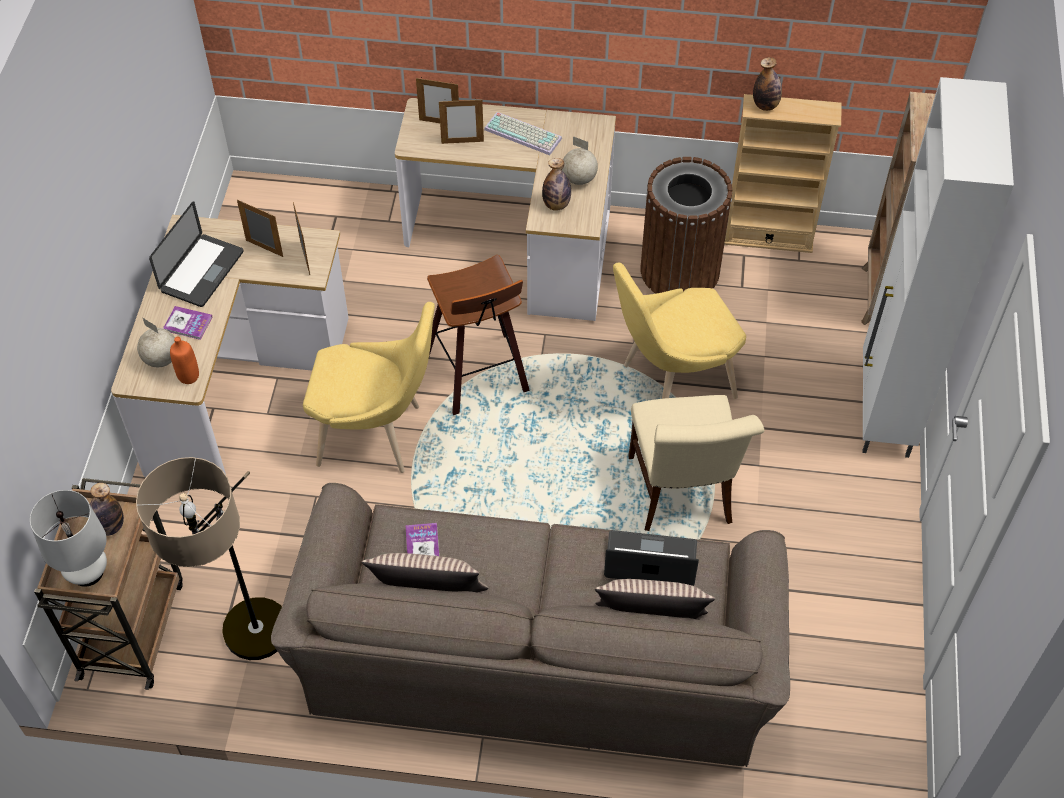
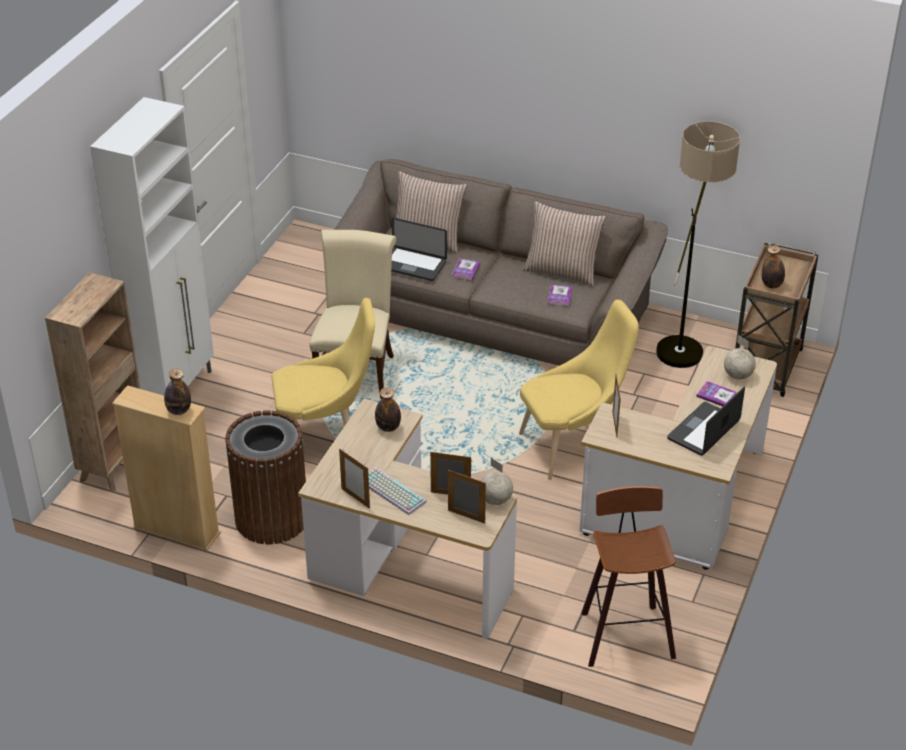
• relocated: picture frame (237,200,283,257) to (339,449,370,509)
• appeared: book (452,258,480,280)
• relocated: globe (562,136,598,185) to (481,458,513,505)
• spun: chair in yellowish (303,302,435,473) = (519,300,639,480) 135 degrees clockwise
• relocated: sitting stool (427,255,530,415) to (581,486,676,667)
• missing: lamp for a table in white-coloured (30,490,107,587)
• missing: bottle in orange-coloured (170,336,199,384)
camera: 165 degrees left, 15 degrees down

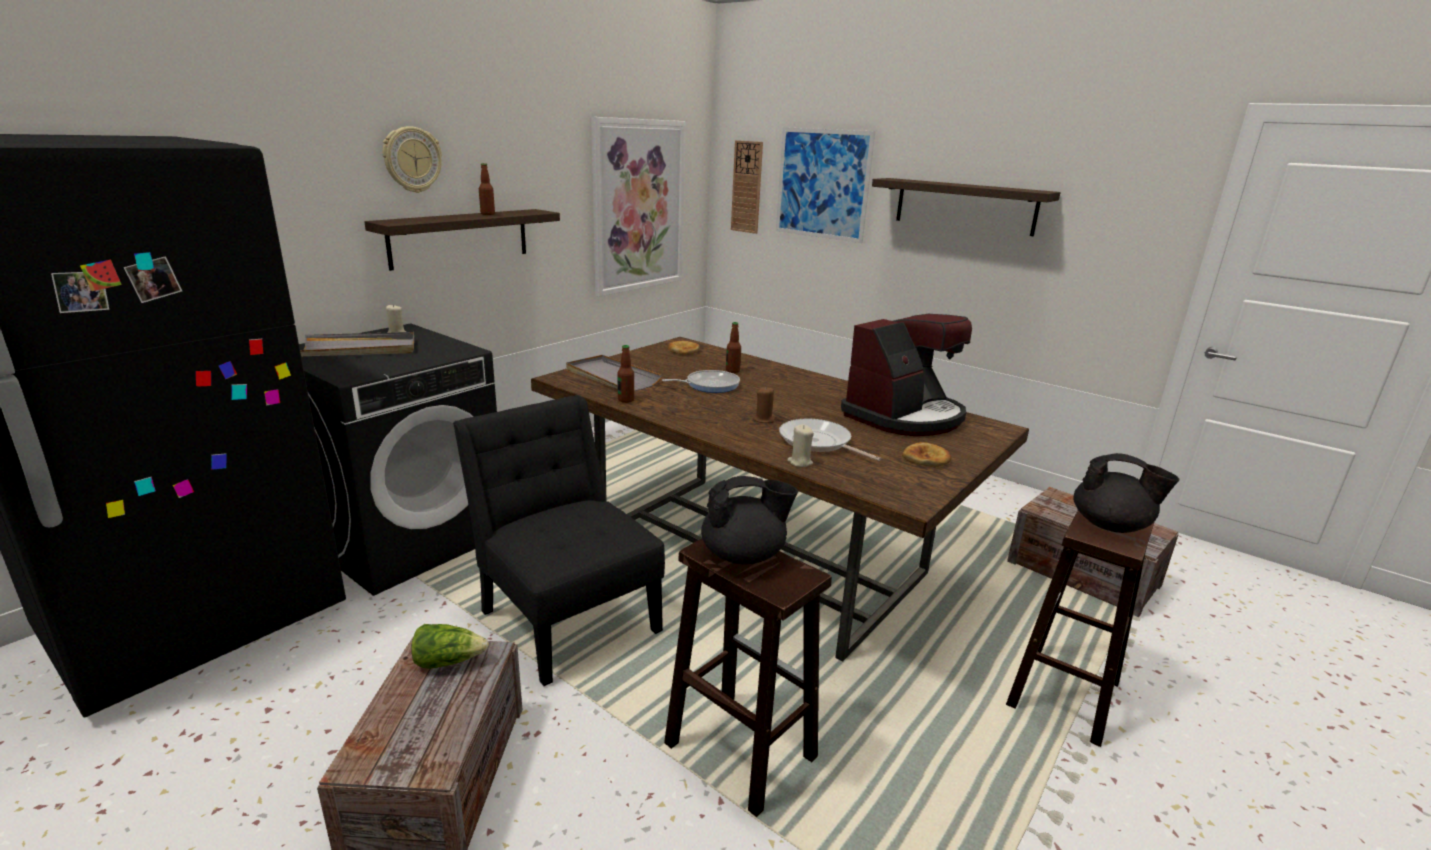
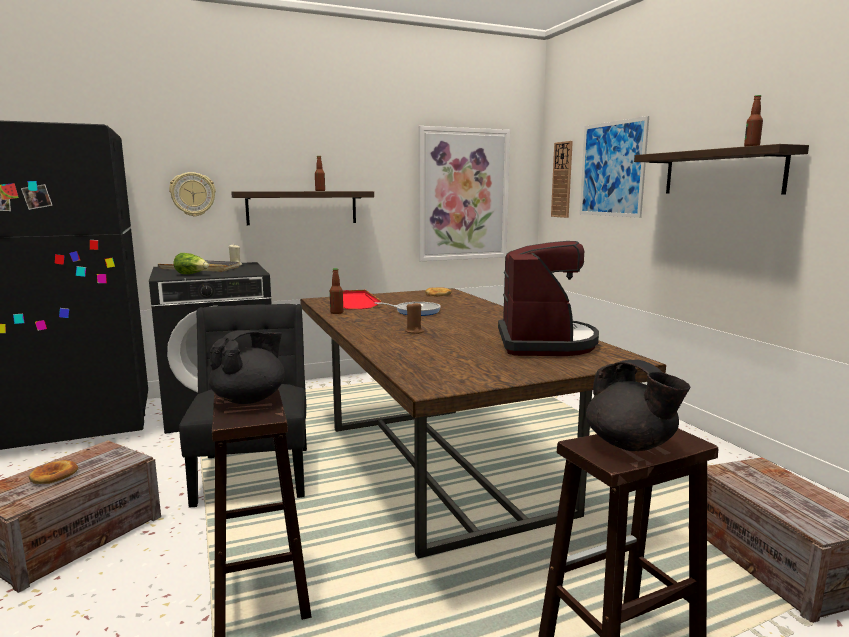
• relocated: bread (902,442,951,467) to (29,460,78,484)
• relocated: clock on the wall (382,126,442,193) to (169,172,216,217)
• relocated: head of lettuce (411,624,489,669) to (173,253,209,274)
• spun: teapot in blackish (701,476,798,564) = (209,330,285,404) 75 degrees counterclockwise
• colour: tray in grey (566,355,662,391) to tray in reddish (343,290,381,309)
• spun: coffee maker (841,314,972,436) = (498,241,599,356) 75 degrees counterclockwise
• relocated: bottle (726,322,741,373) to (744,95,763,146)
• missing: frying pan (779,419,881,461)
• missing: wax candle in beige (787,424,814,467)
camera: 30 degrees right, 10 degrees down

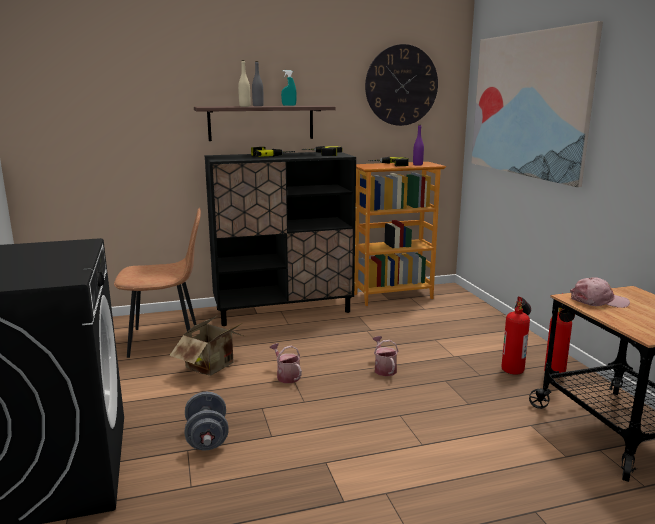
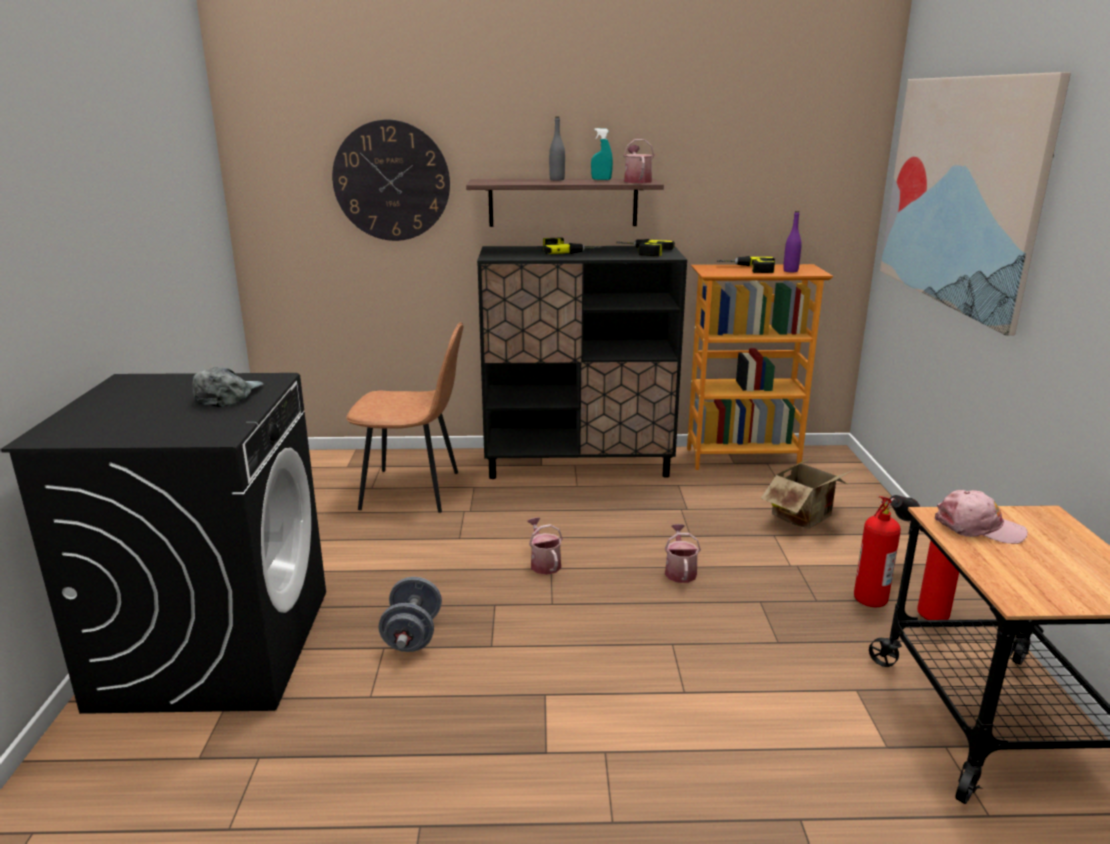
• appeared: peaked cap in grey (192,367,264,407)
• relocated: clock on the wall (365,44,438,126) to (332,120,450,241)
• appeared: sprinkling can (624,139,654,183)
• relocated: carton (169,315,243,376) to (761,456,857,529)
• missing: bottle in beige (238,60,250,107)
camera: 15 degrees right, 5 degrees up

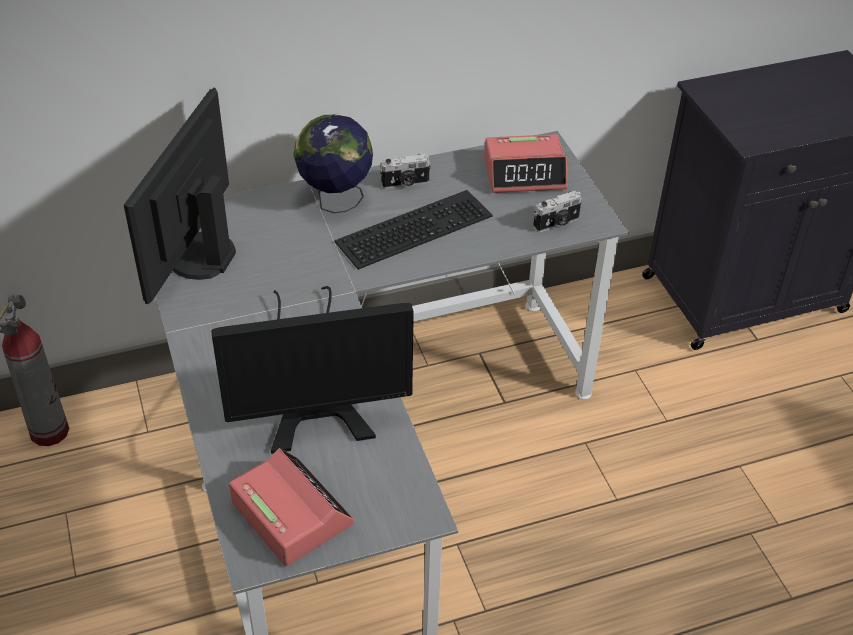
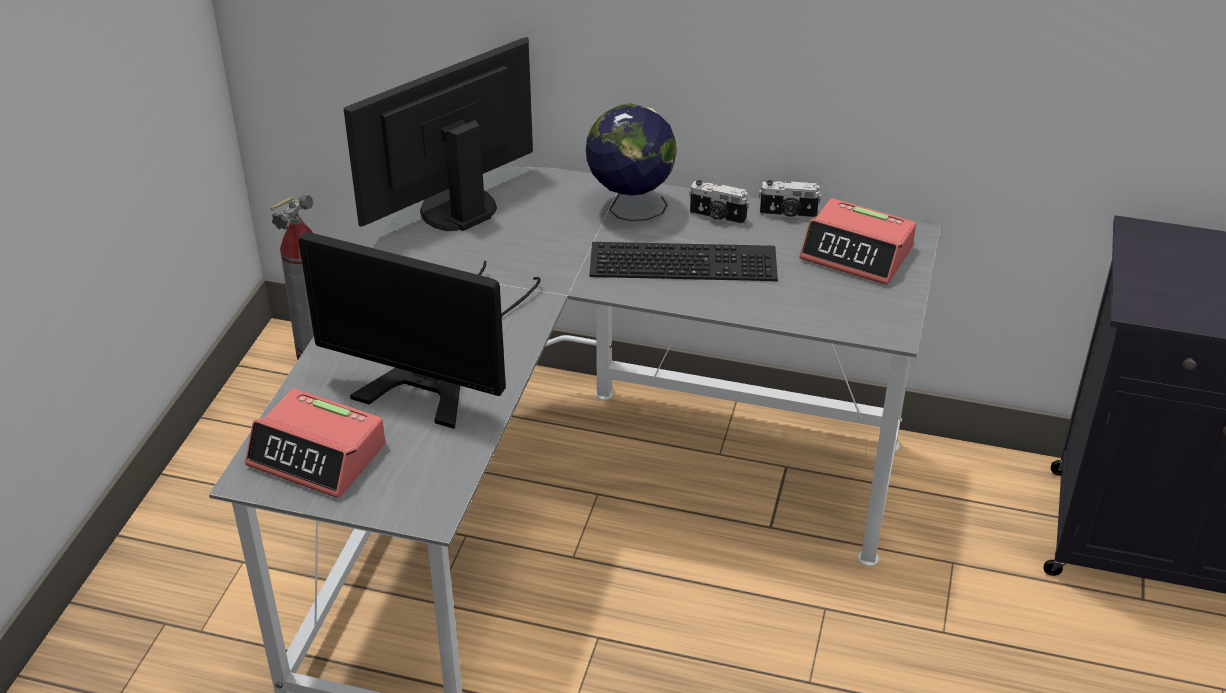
• spun: bedside clock (229,448,355,566) = (245,388,386,498) 120 degrees clockwise
• relocated: photo camera (533,191,582,232) to (759,180,822,219)
camera: 35 degrees right, 5 degrees down

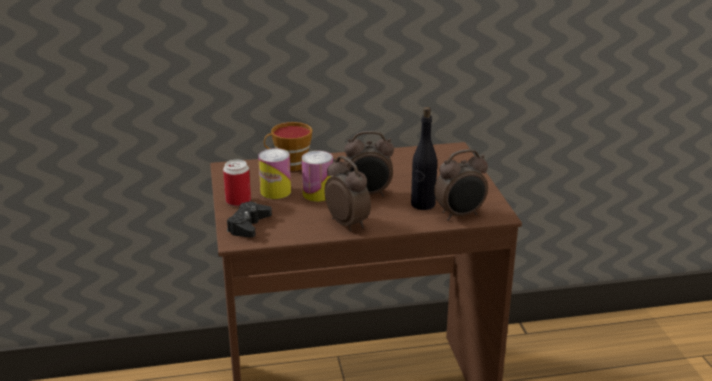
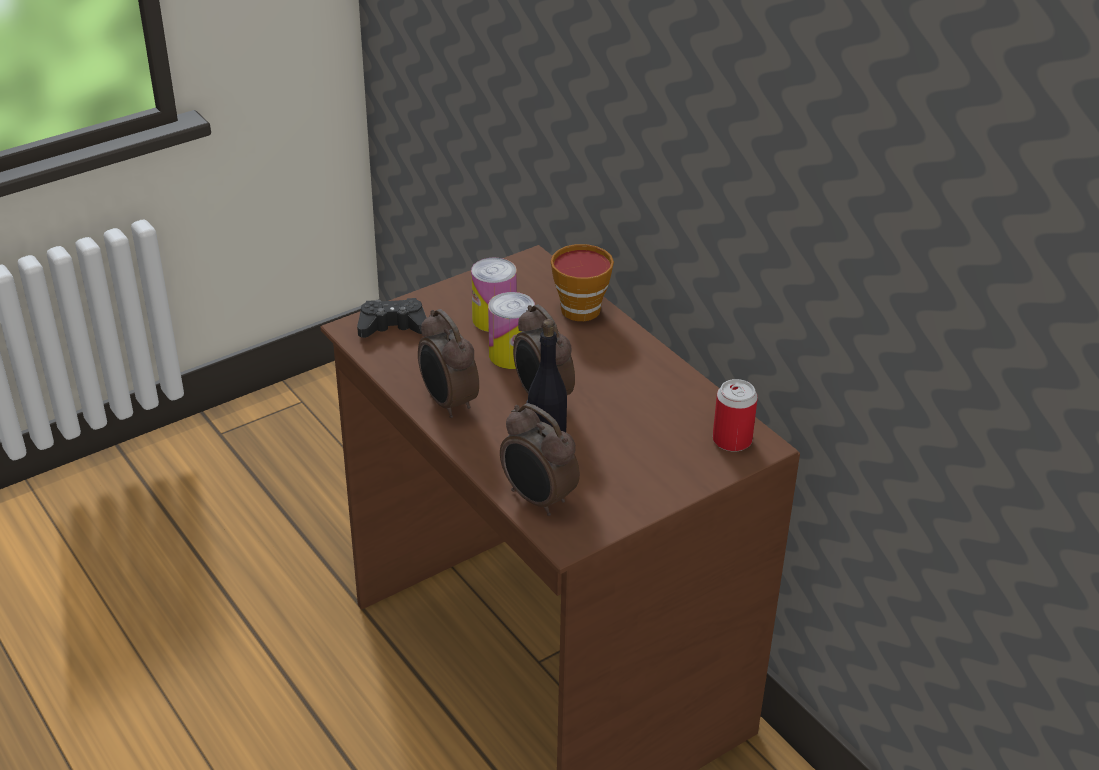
• spun: bedside clock (325,156,371,231) = (418,309,479,418) 120 degrees clockwise
• relocated: sealed can (223,160,251,206) to (713,379,758,452)
camera: 65 degrees right, 10 degrees up

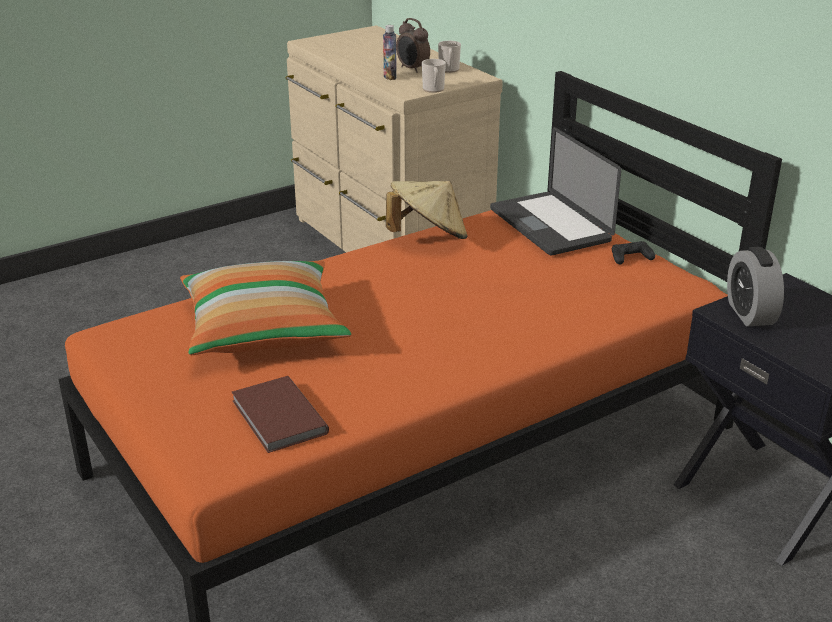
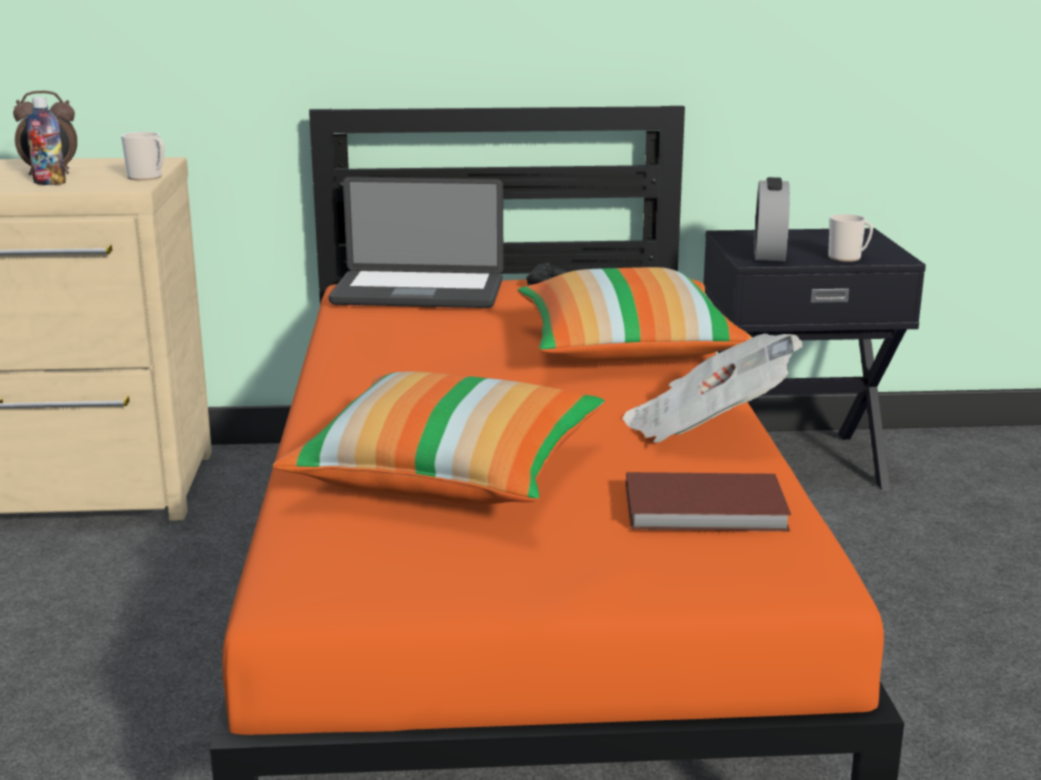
• appeared: throw pillow (518,267,752,362)
• appeared: printed paper (622,333,803,443)
• spun: bedside clock (727,247,784,326) = (754,177,790,262) 75 degrees clockwise
• relocated: coffee mug (438,41,461,73) to (828,214,873,262)
• missing: wearable hat in beige (386,181,468,239)
camera: 60 degrees left, 10 degrees down

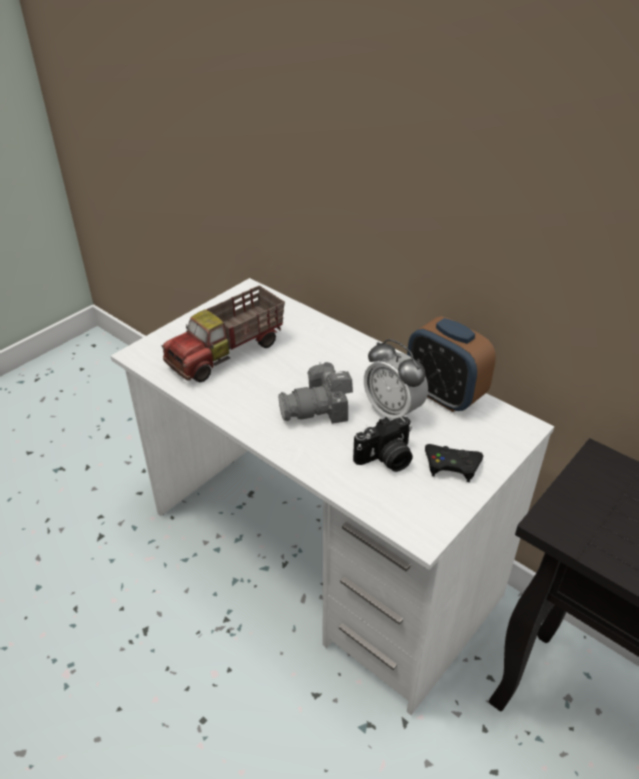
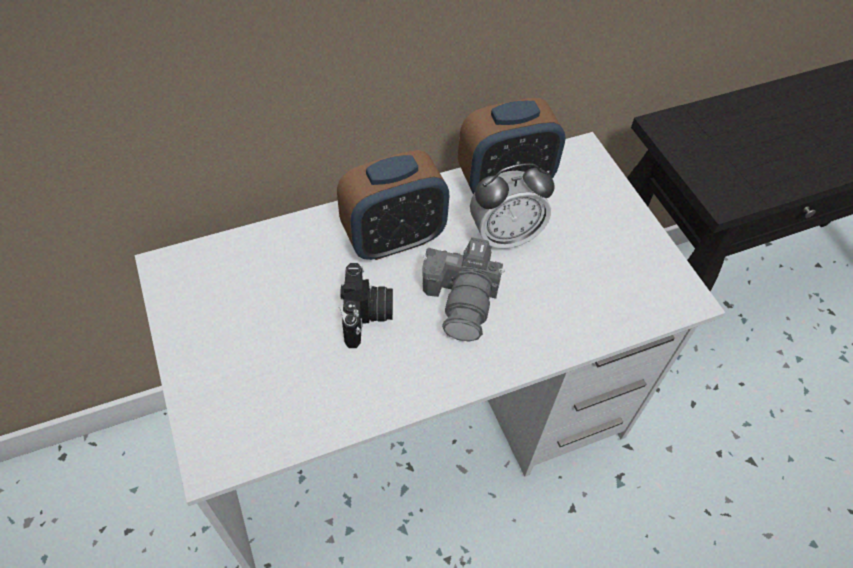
• appeared: bedside clock (337,150,449,260)
• relocated: photo camera (353,416,413,472) to (338,263,393,348)
• missing: model truck (162,286,285,382)
• missing: game controller in blackish (425,444,483,482)
camera: 65 degrees left, 15 degrees up

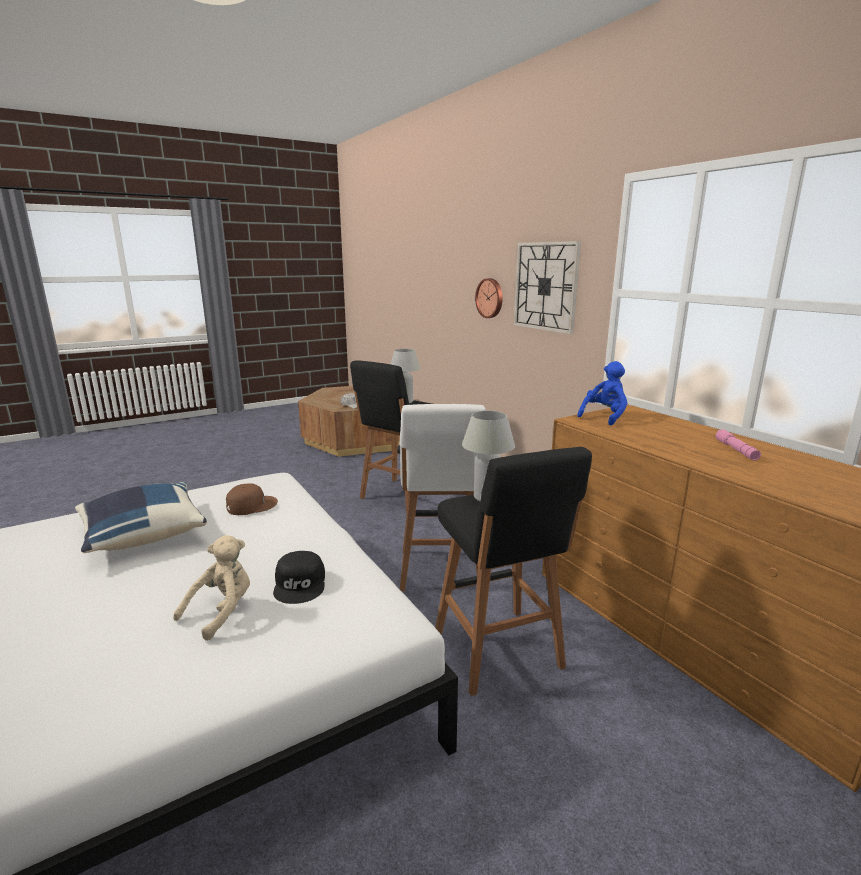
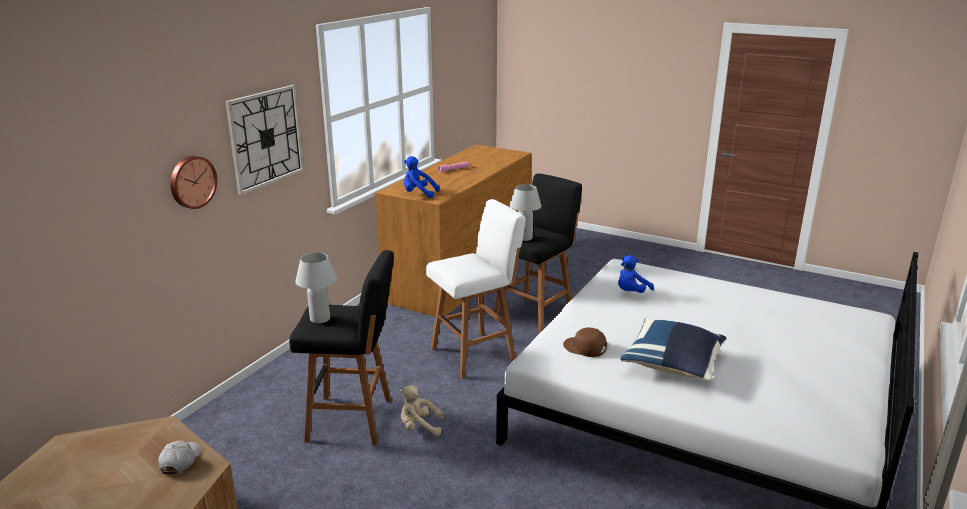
• relocated: cuddly toy in beige (173,535,250,641) to (400,385,444,436)
• exchanged: peaked cap in blackish (273,551,325,604) to cuddly toy in bluish (618,255,654,293)
camera: 120 degrees left, 5 degrees up

